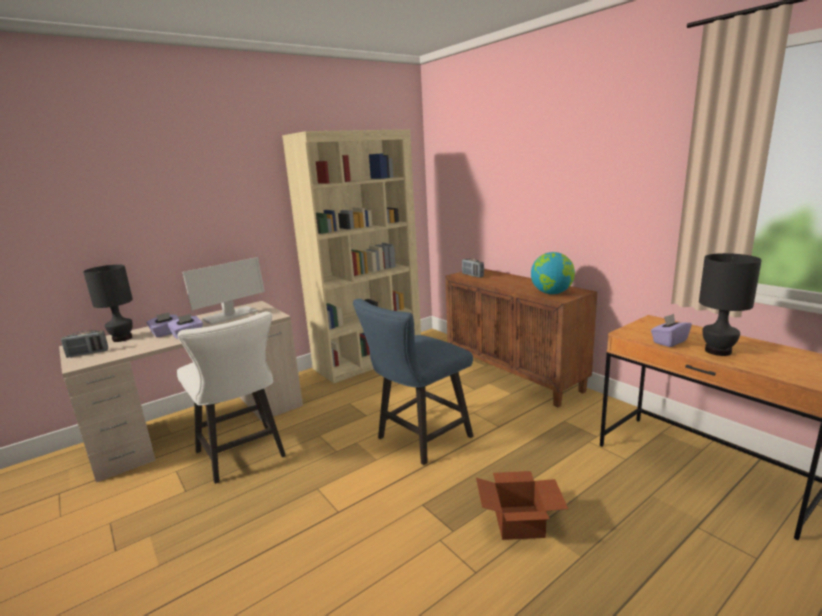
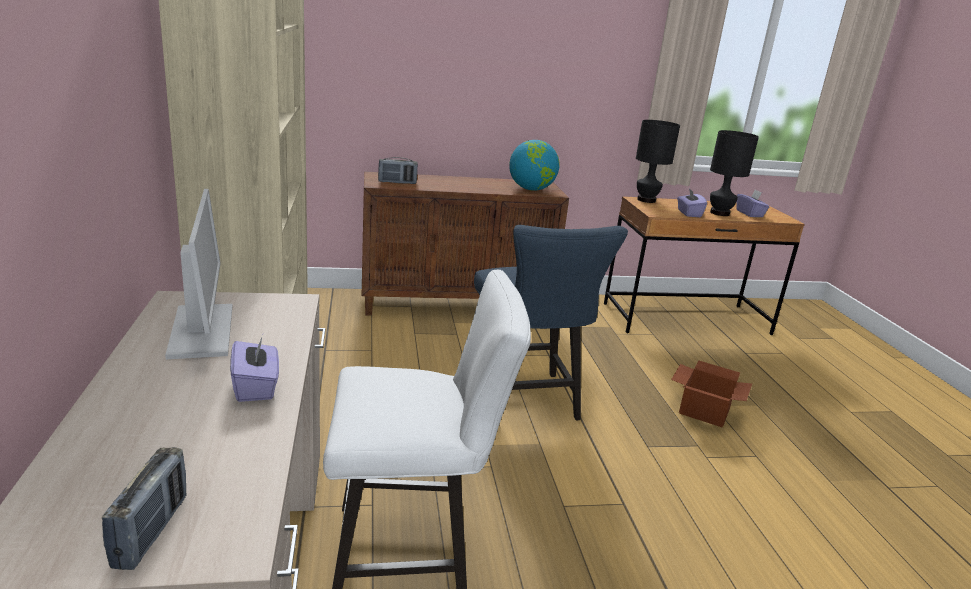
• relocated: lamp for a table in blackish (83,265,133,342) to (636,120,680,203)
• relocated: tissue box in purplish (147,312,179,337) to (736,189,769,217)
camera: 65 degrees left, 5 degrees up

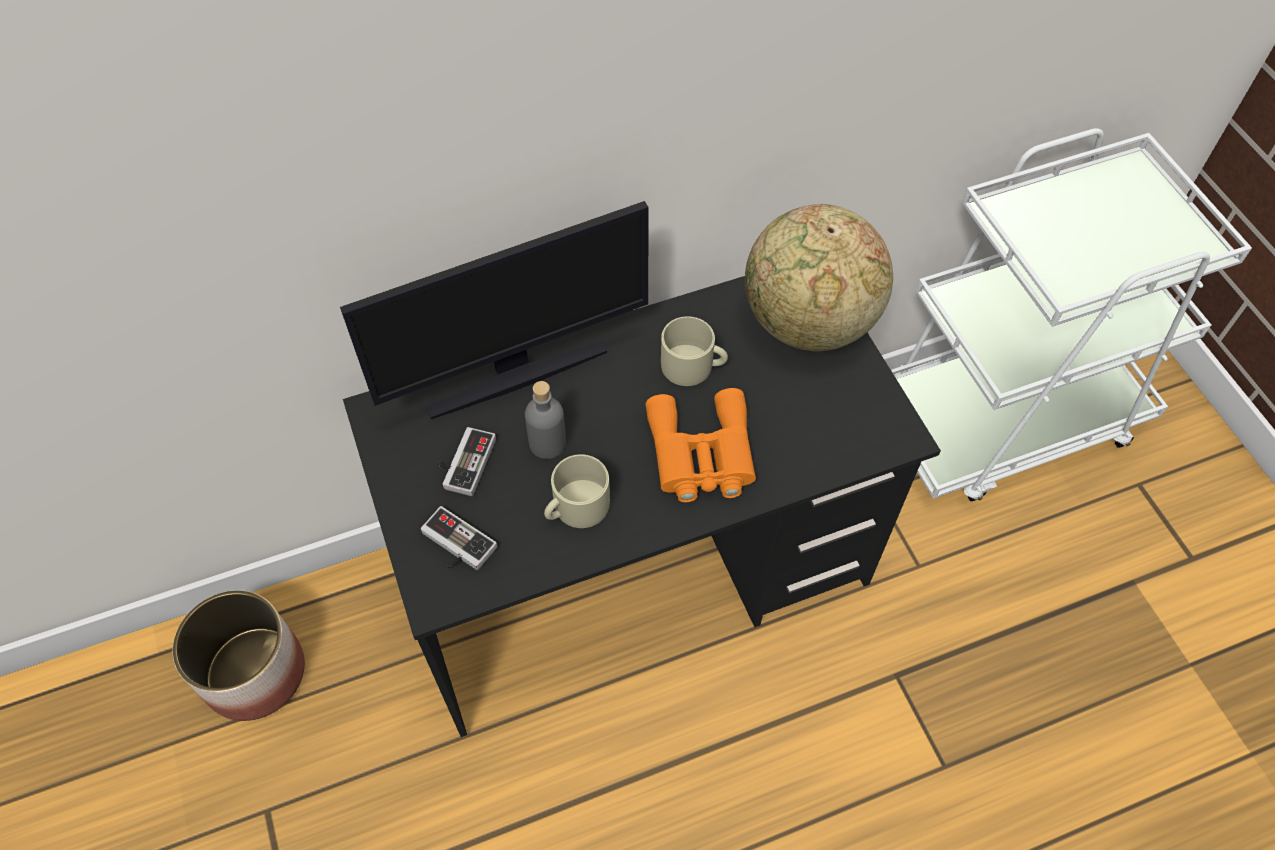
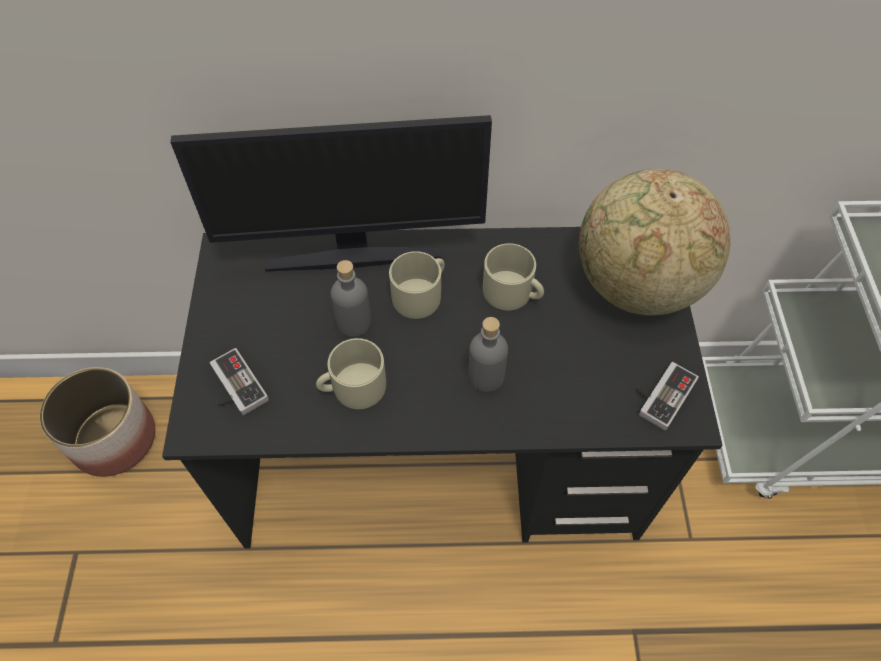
• appeared: coffee mug in beige (389,251,445,319)
• exchanged: binoculars in orange-coloured (646,388,756,502) to bottle in grey (469,317,508,392)
• relocated: game controller (437,427,496,496) to (637,362,699,430)
camera: 20 degrees right, 0 degrees up

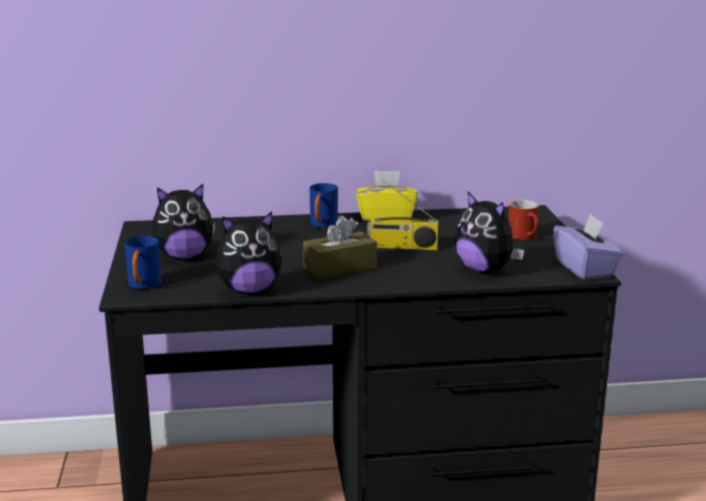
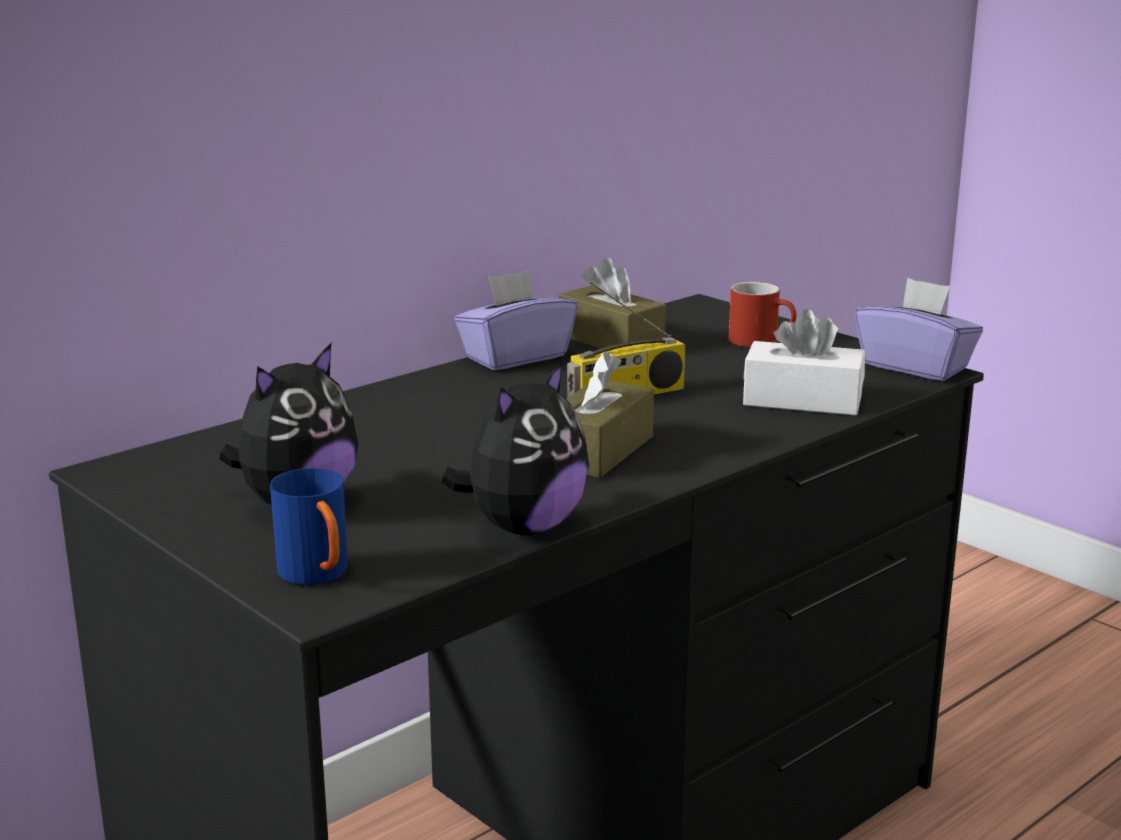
• colour: tissue box in yellowish (356,170,418,221) to tissue box in purplish (454,270,577,370)
• appeared: tissue box in brown-coloured (559,258,666,349)
• exchanged: cuddly toy (455,192,524,273) to tissue box in white-coloured (743,309,865,415)
• missing: coffee mug in bluish (310,183,338,228)
camera: 35 degrees left, 0 degrees up

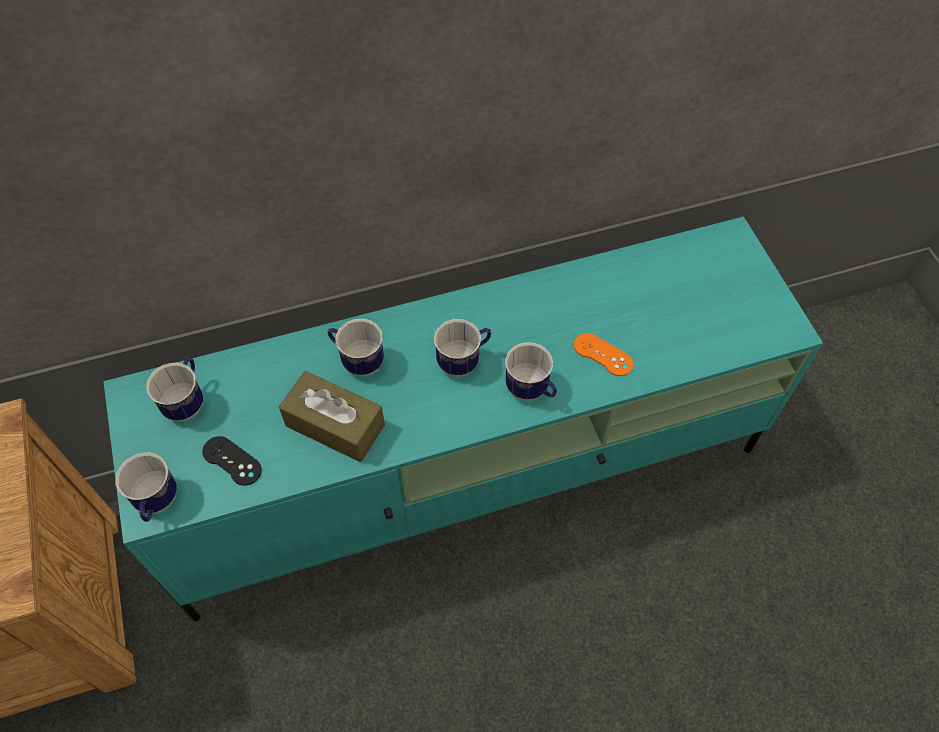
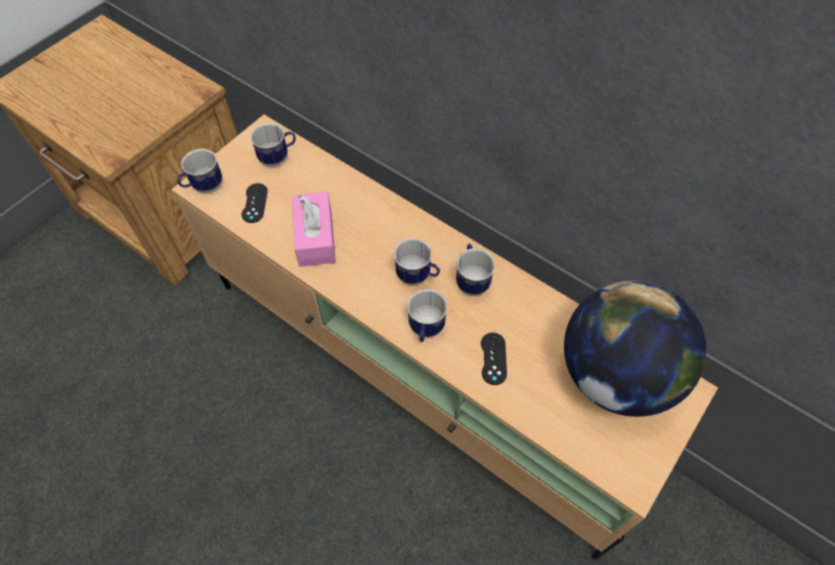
• colour: media console in turquoise (103,217,823,621) to media console in beige (171,115,718,560)
• colour: tissue box in brown-coloured (279,371,385,462) to tissue box in pink (292,192,336,267)
• relocated: coffee mug (328,319,384,376) to (456,243,495,296)
• colour: game controller in orange-coloured (574,333,633,376) to game controller in blackish (481,333,507,385)
• appeared: globe (564,280,706,417)
camera: 55 degrees right, 0 degrees up

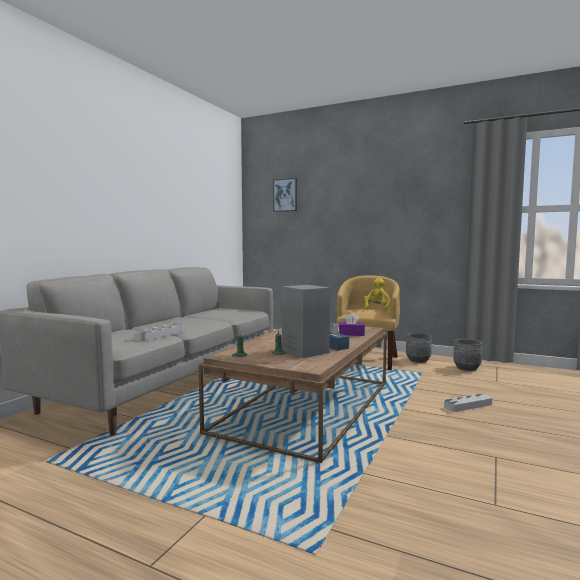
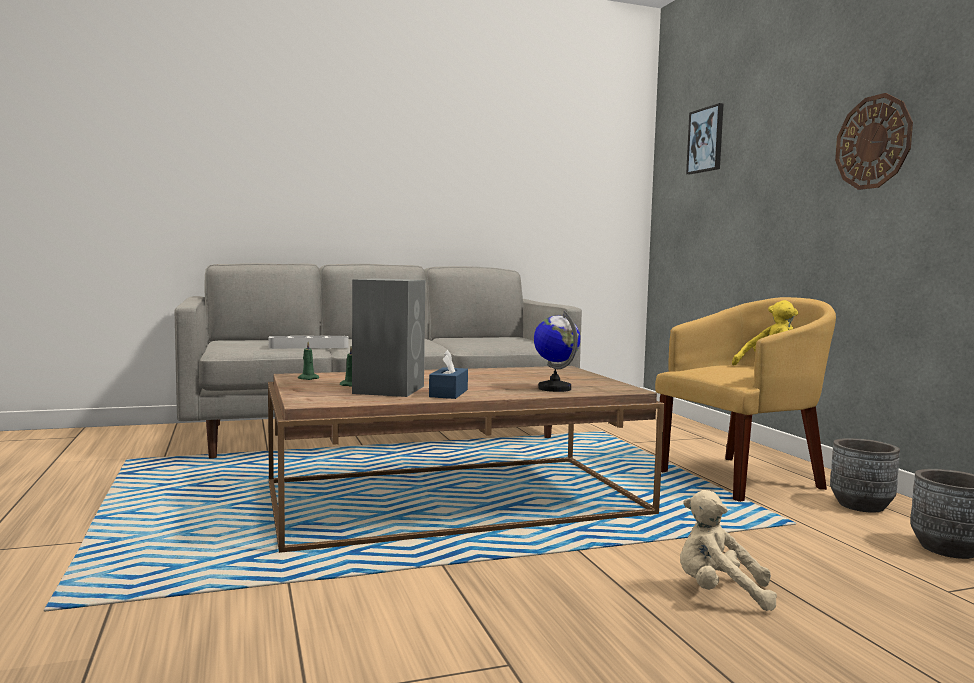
• exchanged: tissue box in purplish (339,313,365,336) to globe (534,310,580,392)
• exchanged: tray in grey (444,394,493,412) to cuddly toy in beige (680,490,777,611)
• appeared: clock on the wall (835,93,913,190)
camera: 45 degrees right, 0 degrees up

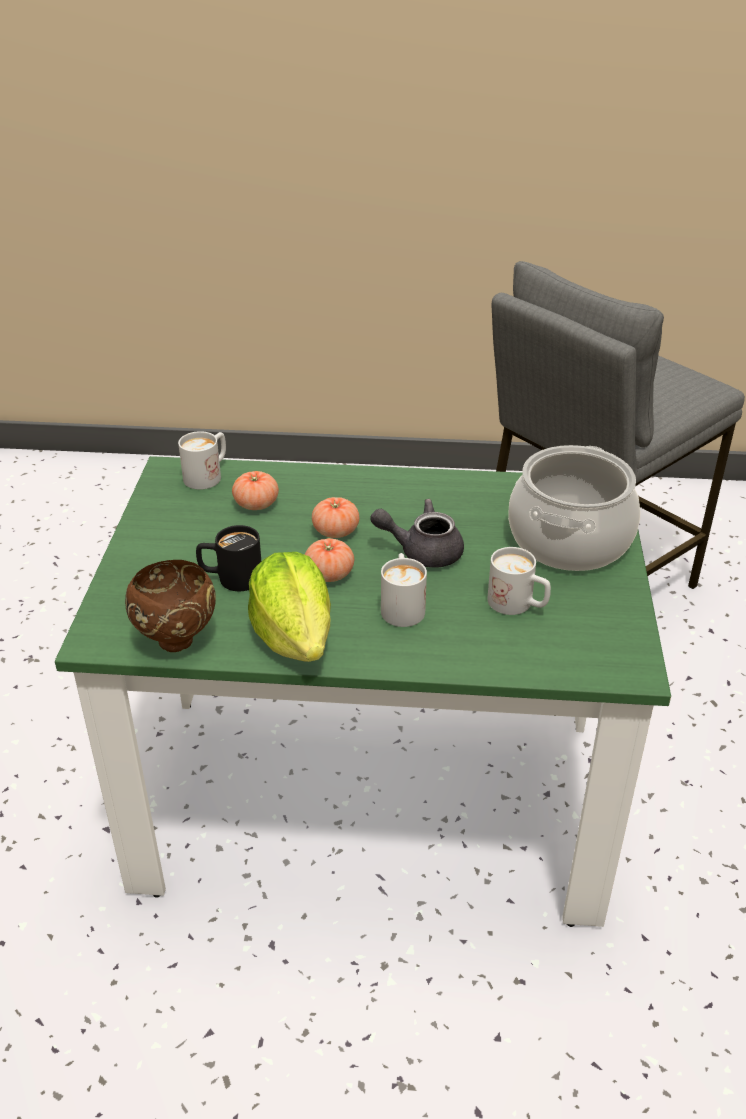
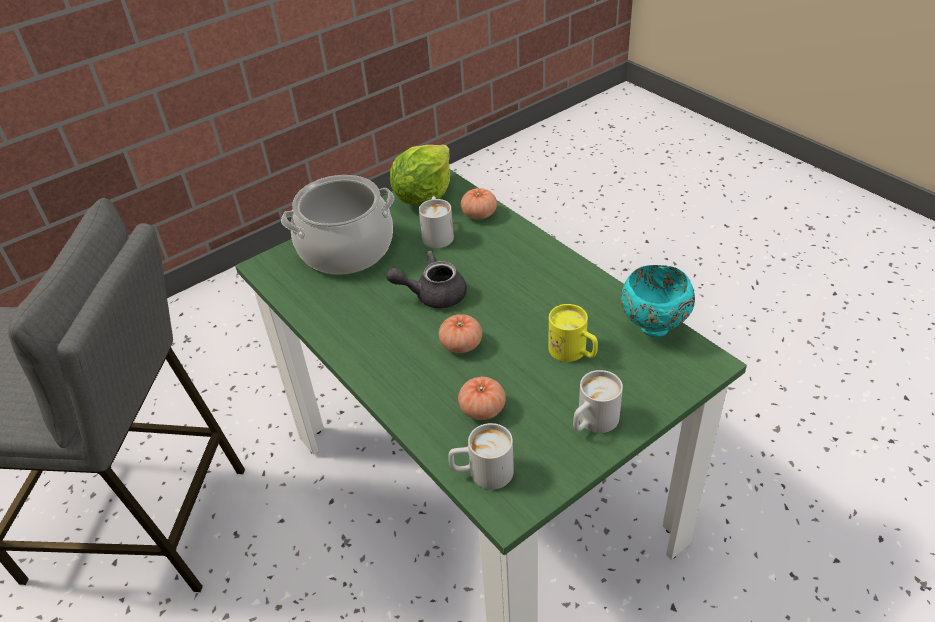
• spun: teapot in grey (370,499,464,568) = (386,251,467,309) 120 degrees clockwise
• relocated: head of lettuce (248,552,331,662) to (390,145,450,205)
• relocated: whole tomato (305,538,354,582) to (460,188,497,219)
• colour: coffee mug in blackish (196,525,261,591) to coffee mug in yellowish (548,304,598,362)
• relocated: coffee mug in white-coloured (381,553,427,627) to (573,370,623,433)
• colour: bowl in brown-coloured (125,560,216,652) to bowl in turquoise (621,265,695,337)
camera: 130 degrees left, 5 degrees up

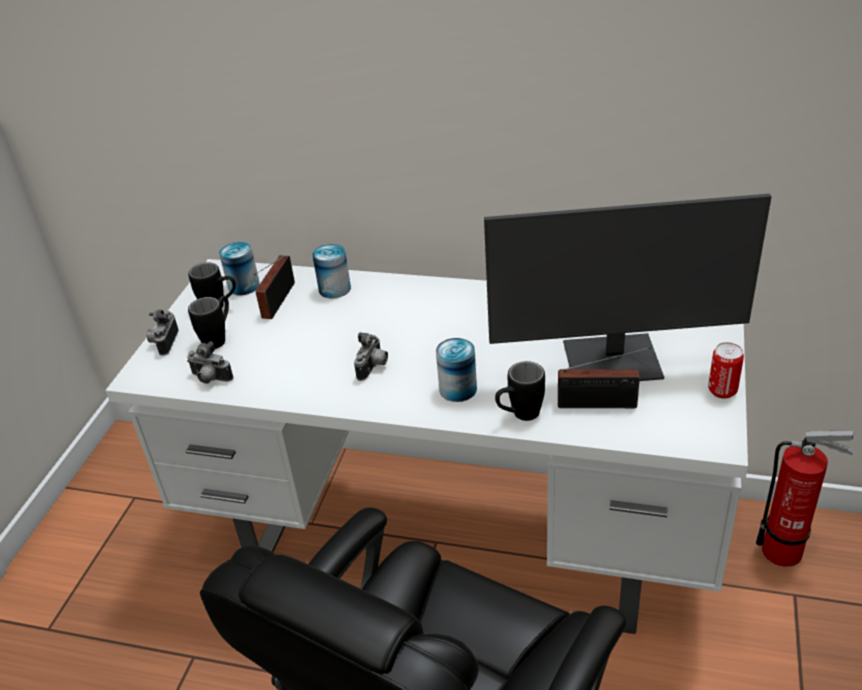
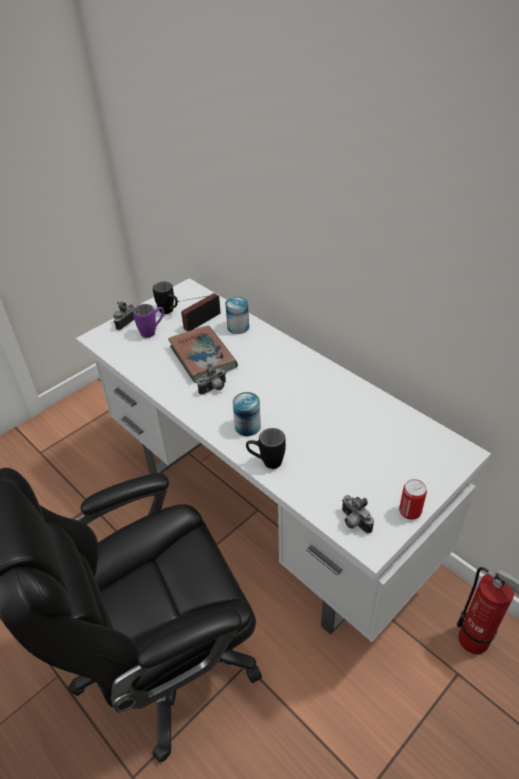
• colour: coffee mug in blackish (188,295,229,349) to coffee mug in purplish (133,304,164,338)
• appeared: book (168,326,238,383)
• relocated: photo camera (187,341,233,384) to (342,495,374,534)
• missing: sealed can (219,242,260,295)
• missing: monitor (484,194,772,381)
• missing: radio receiver (558,347,651,408)
camera: 30 degrees right, 5 degrees up

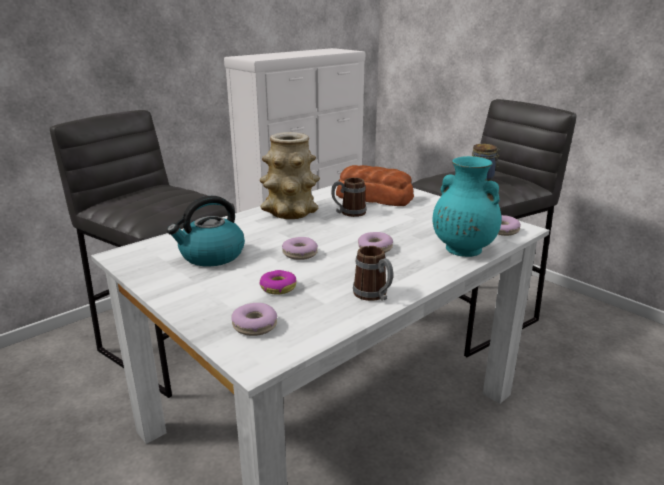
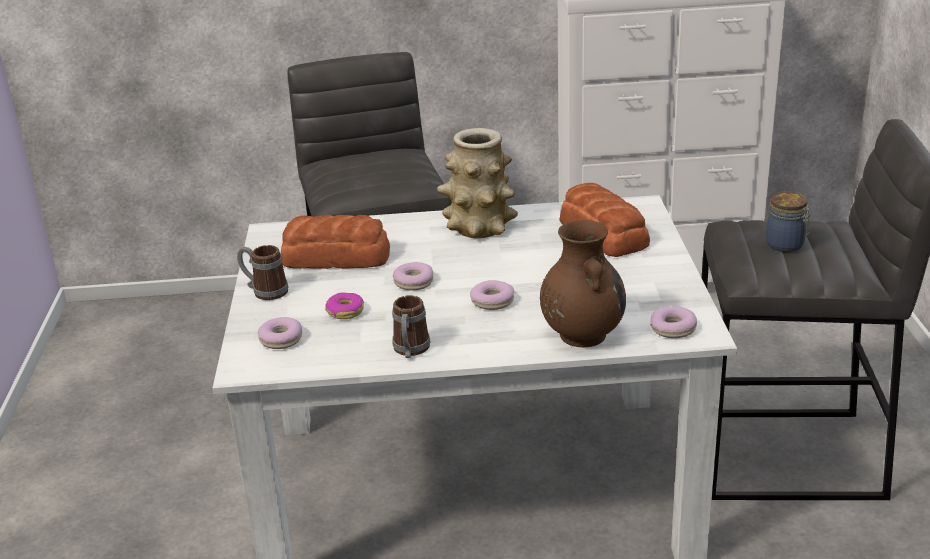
• relocated: coffee mug (331,178,367,217) to (237,245,289,300)
• exchanged: tea kettle (167,196,245,267) to bread (281,214,390,269)
• colour: flower vase in turquoise (433,156,502,257) to flower vase in brown-coloured (540,220,626,347)
camera: 40 degrees right, 5 degrees up

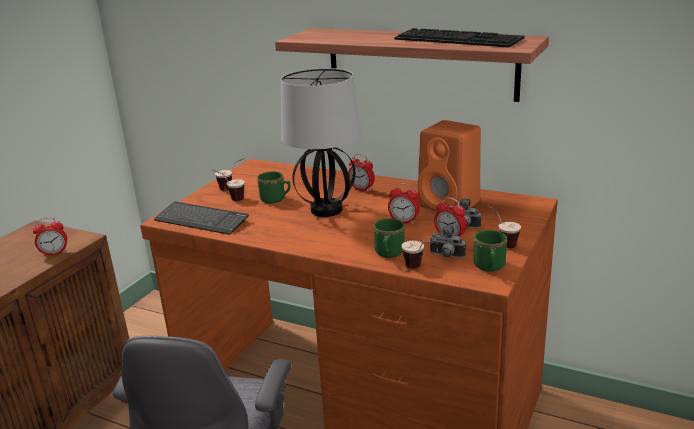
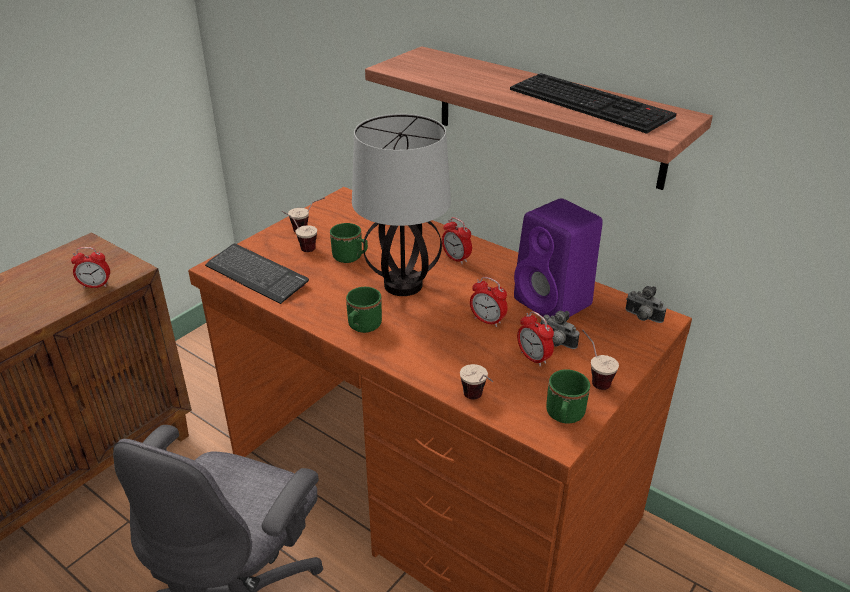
• relocated: coffee mug in greenish (374,219,405,258) to (346,287,382,333)
• colour: audio speaker in orange-coloured (417,120,481,211) to audio speaker in purplish (514,198,603,318)
• relocated: photo camera (429,225,466,258) to (625,286,666,323)
camera: 10 degrees right, 10 degrees up

